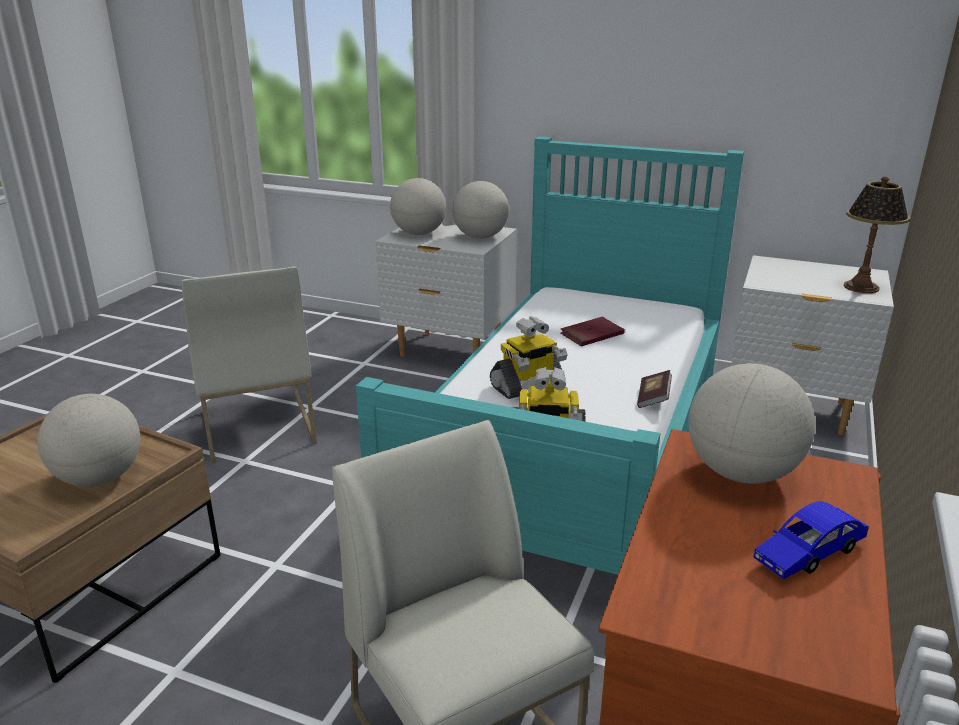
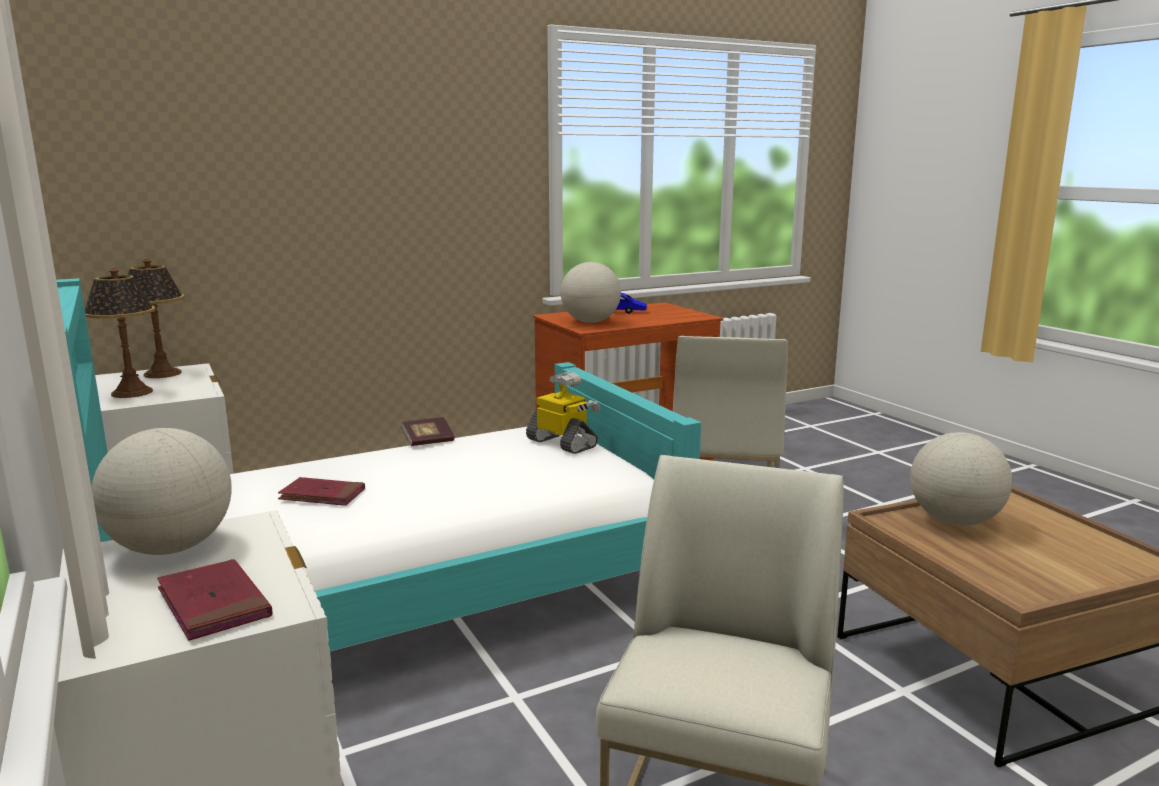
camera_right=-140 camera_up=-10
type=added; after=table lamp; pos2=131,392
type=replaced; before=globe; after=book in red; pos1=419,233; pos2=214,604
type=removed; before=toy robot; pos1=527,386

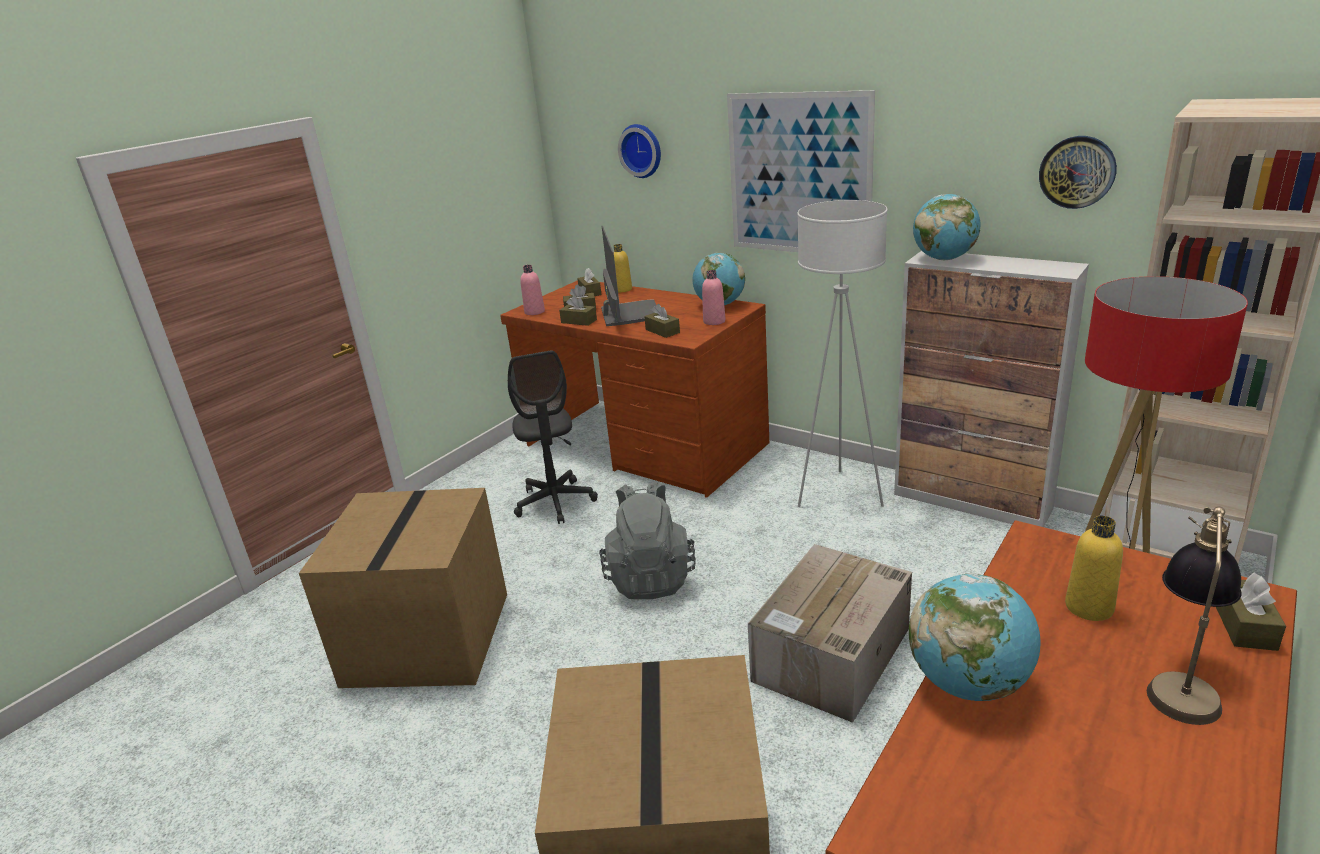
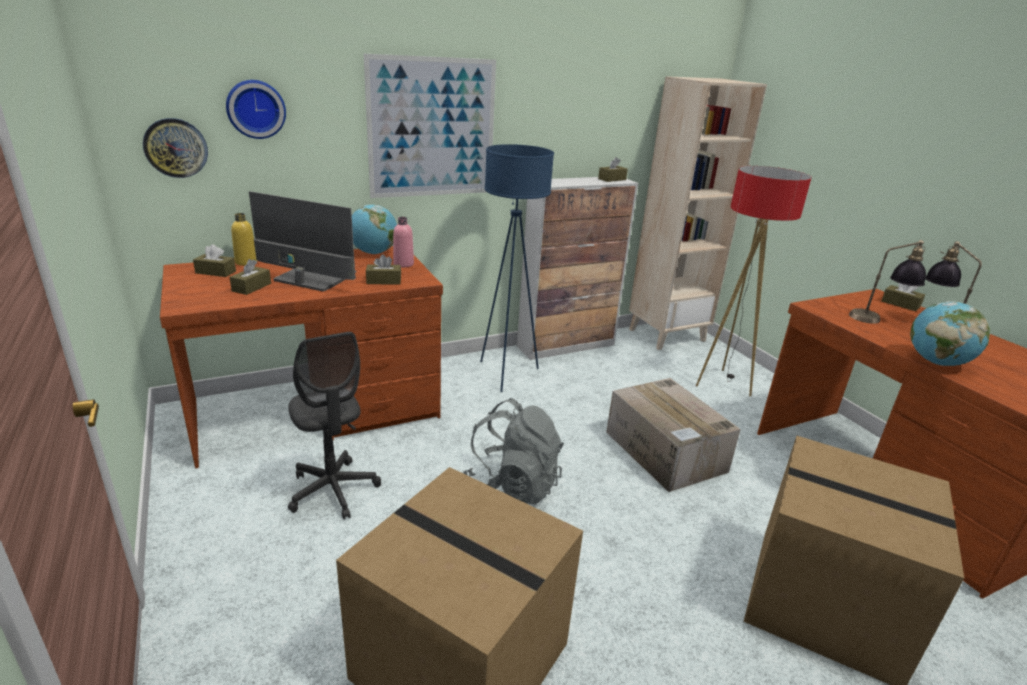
camera_right=-65 camera_up=0
type=moved; before=wall clock; pos1=1077,172; pos2=176,148
type=turned; before=office chair in grey; pos1=555,502; pos2=333,490; turn=45
type=recoloured; before=floor lamp in white; after=floor lamp in blue; pos1=838,494; pos2=506,374
type=moved; before=tissue box in brown; pos1=579,321; pos2=612,179
type=replaced; before=bottle in yellow; after=table lamp; pos1=1089,607; pos2=878,320
type=removed; before=bottle in pink; pos1=534,312
type=removed; before=globe; pos1=944,259

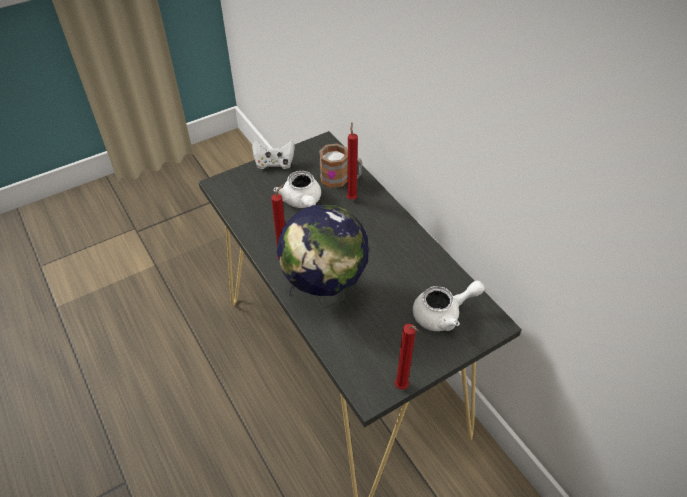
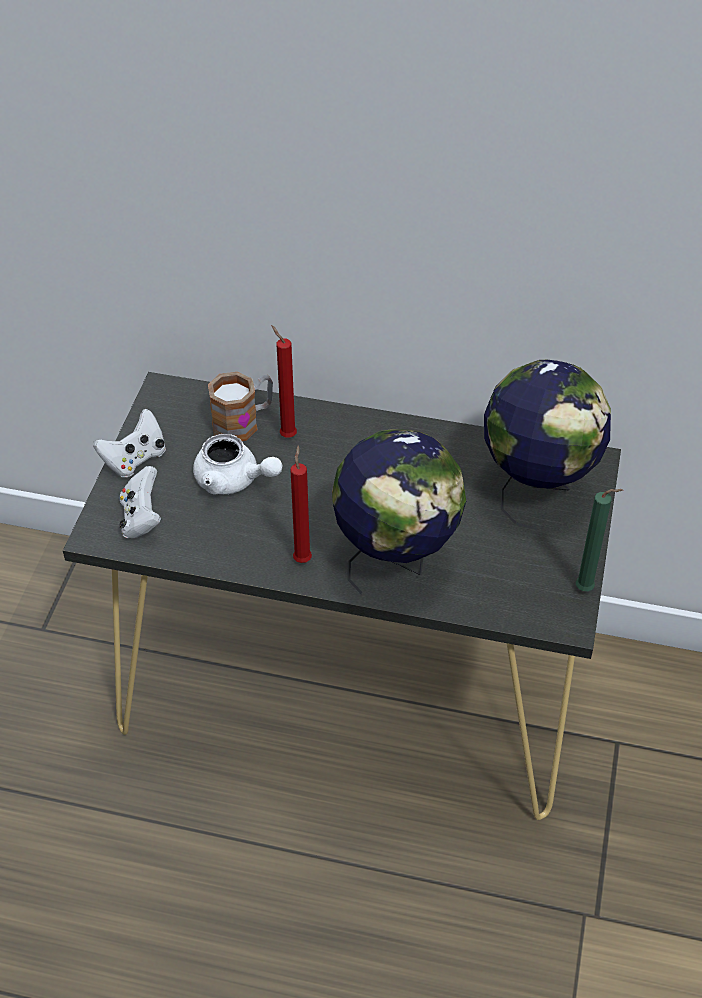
camera_right=-45 camera_up=0
type=added; after=game controller in white; pos2=141,518
type=replaced; before=teapot in white; after=globe; pos1=443,314; pos2=537,489
type=recoloured; before=candle in red; after=candle in green; pos1=402,388; pos2=587,589

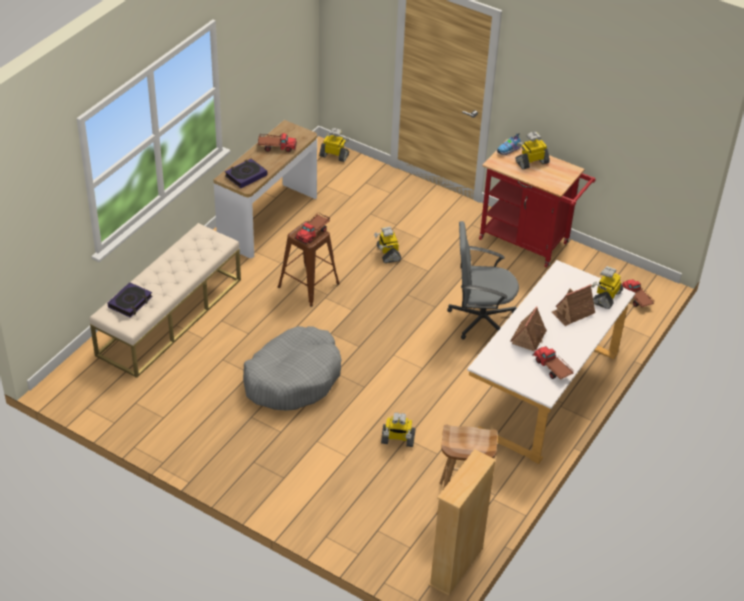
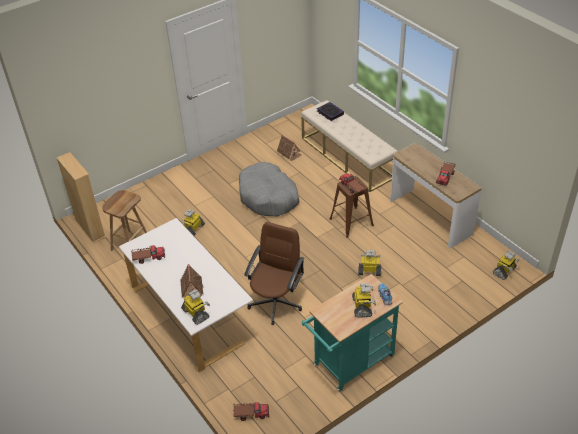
camera_right=115 camera_up=0
type=recoloured; before=office chair in grey; after=office chair in brown; pos1=480,319; pos2=276,302
type=moved; before=toy house; pos1=528,337; pos2=289,153
type=recoloured; before=cart in red; after=cart in turquoise; pos1=529,243; pos2=350,363
type=removed; before=book; pos1=246,175

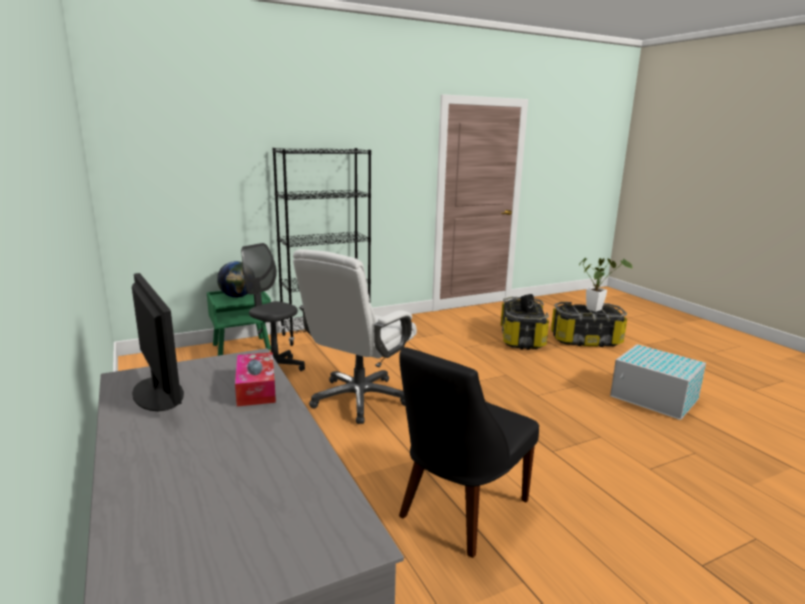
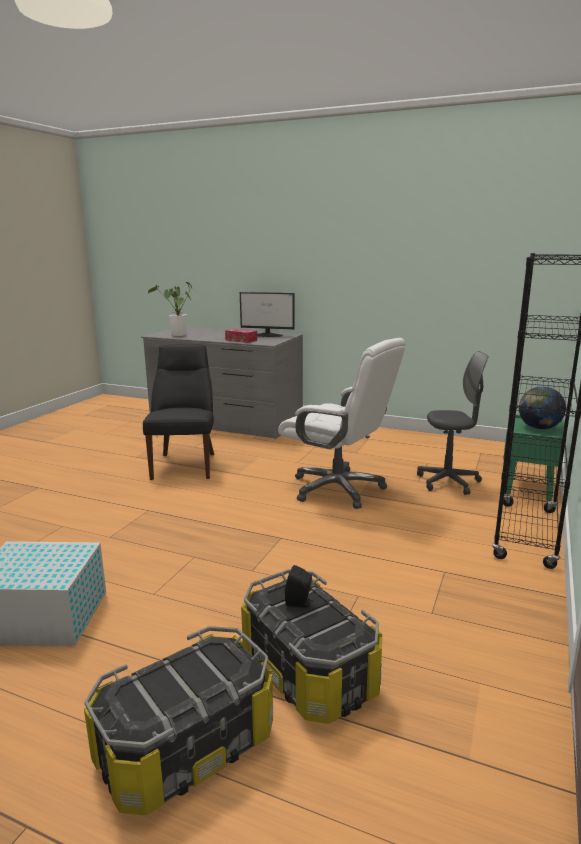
camera_right=140 camera_up=0
type=moved; before=potted plant; pos1=596,309; pos2=177,335
type=turned; before=office chair in white; pos1=359,399; pos2=338,489; turn=135

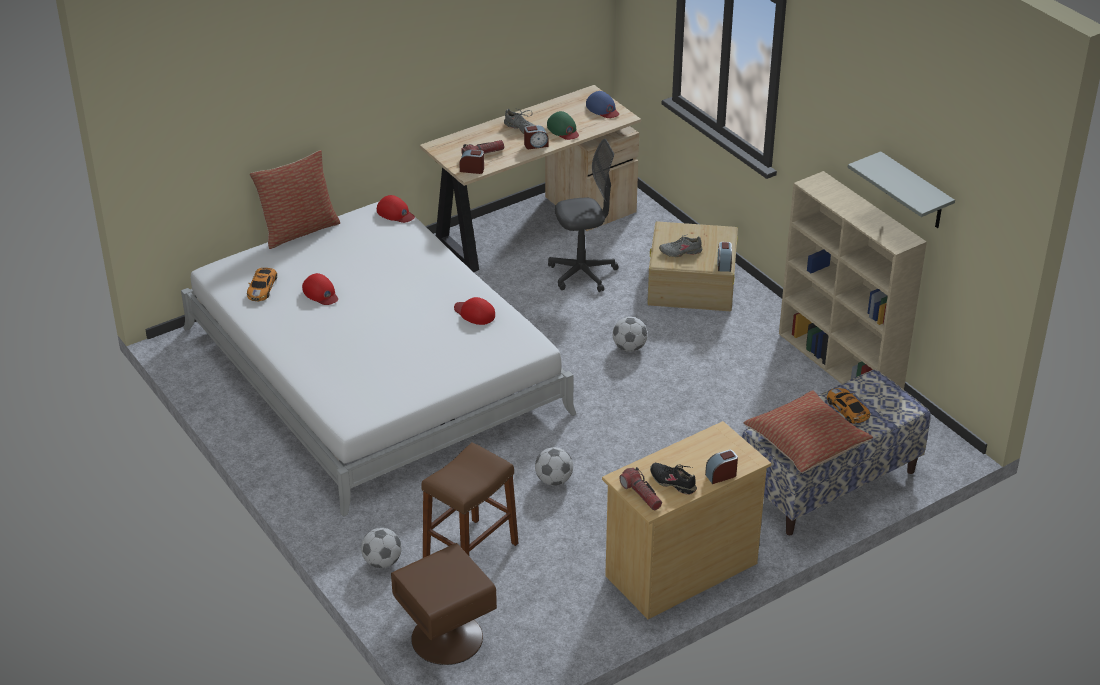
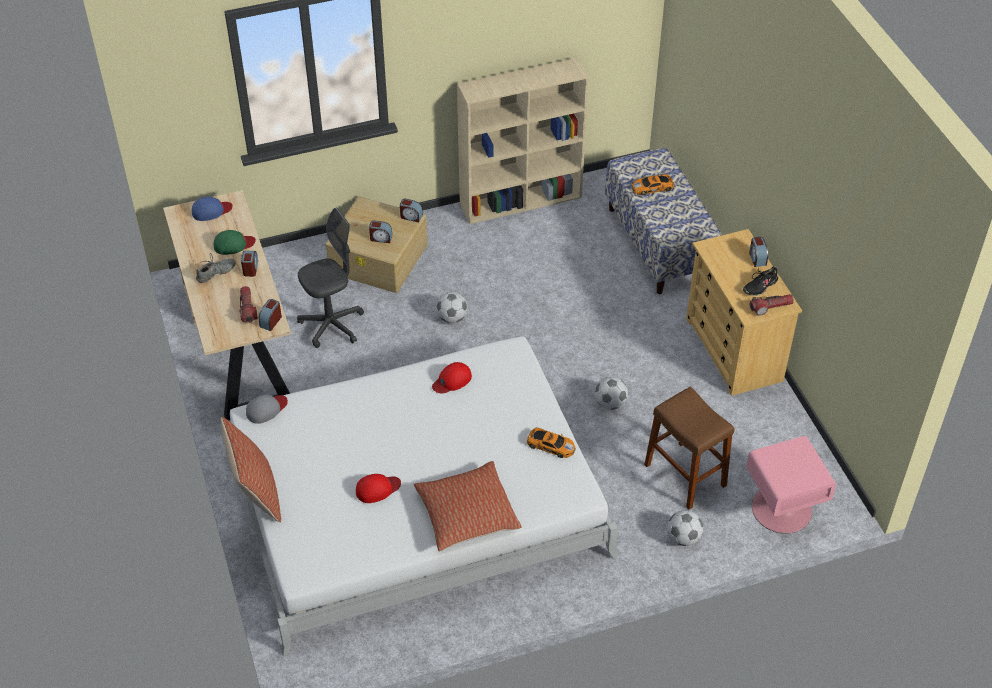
camera_right=-75 camera_up=10
type=recoloured; before=cap in red; after=cap in grey; pos1=395,213; pos2=266,409
type=turned; before=office chair in grey; pos1=582,274; pos2=332,325; turn=60
type=replaced; before=shoe in grey; after=alarm clock; pos1=680,252; pos2=381,238
type=moved; before=pillow; pos1=806,443; pos2=466,514
type=moved; before=toy car; pos1=262,287; pos2=550,445
type=recoloured; before=nightstand in brown; after=nightstand in pink; pos1=446,638; pos2=782,509
type=removed; before=shelf in grey; pos1=914,192

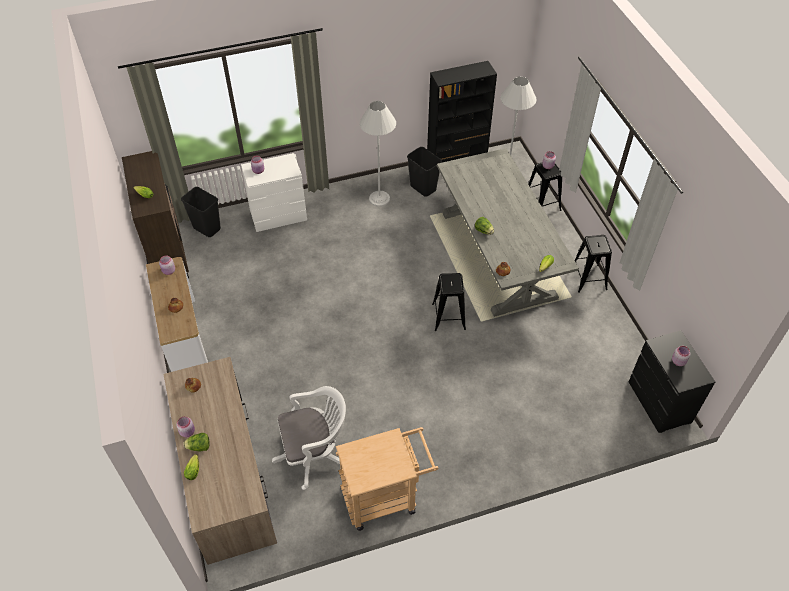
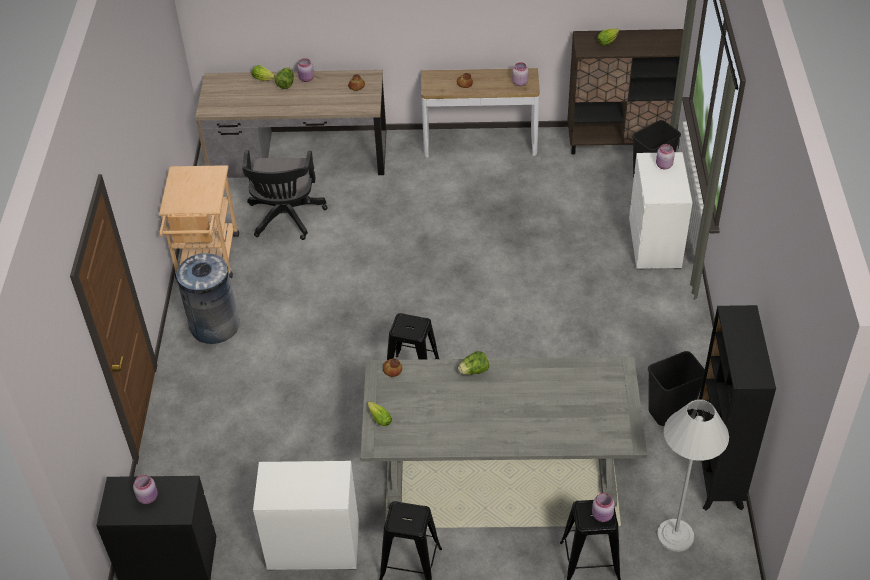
camera_right=110 camera_up=-5
type=added; after=trash can in grey; pos2=214,326
type=recoloured; before=office chair in white; after=office chair in black; pos1=314,454; pos2=285,219
type=added; after=dresser in white; pos2=313,547
type=removed; before=floor lamp in white; pos1=379,199

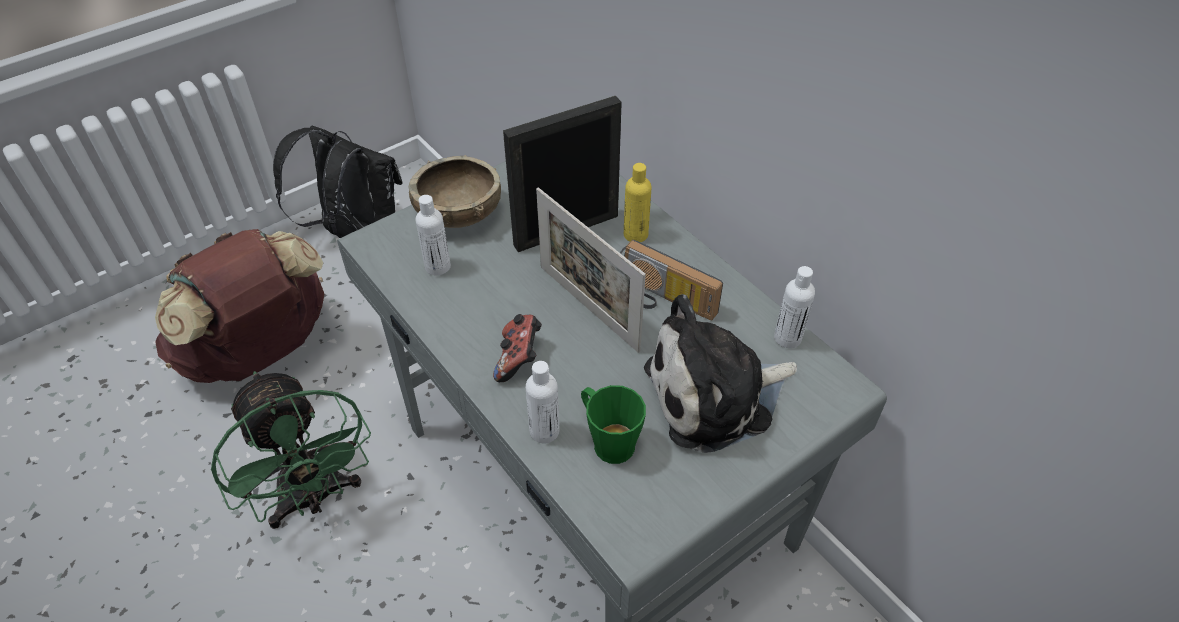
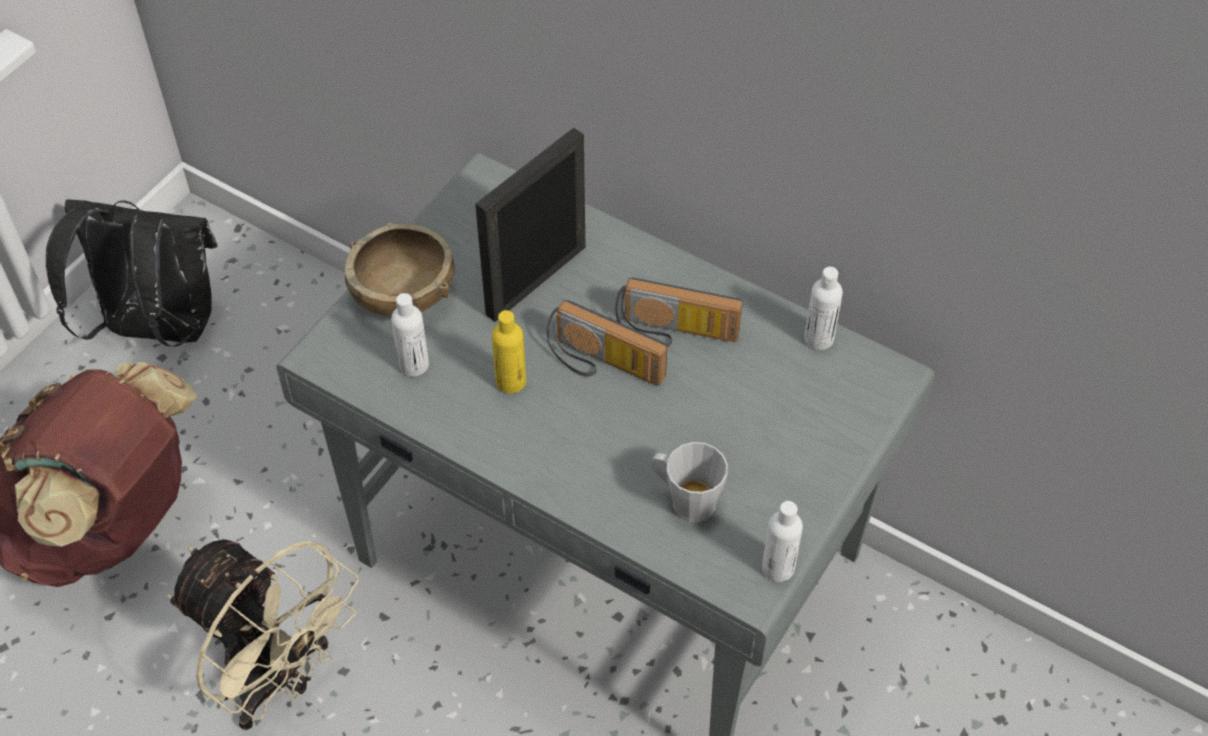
camera_right=-20 camera_up=5
type=recoloured; before=fan in green; after=fan in beige; pos1=314,498; pos2=278,679
type=moved; before=bottle in yellow; pos1=635,234; pos2=511,381
type=replaced; before=picture frame; after=radio; pos1=588,308; pos2=602,365
type=recoloured; before=mug in green; after=mug in grey; pos1=608,440; pos2=685,500
type=moved; before=bottle in white; pos1=544,431; pos2=778,568
type=removed; before=game controller; pos1=519,359
type=removed; before=plush toy; pos1=716,395

